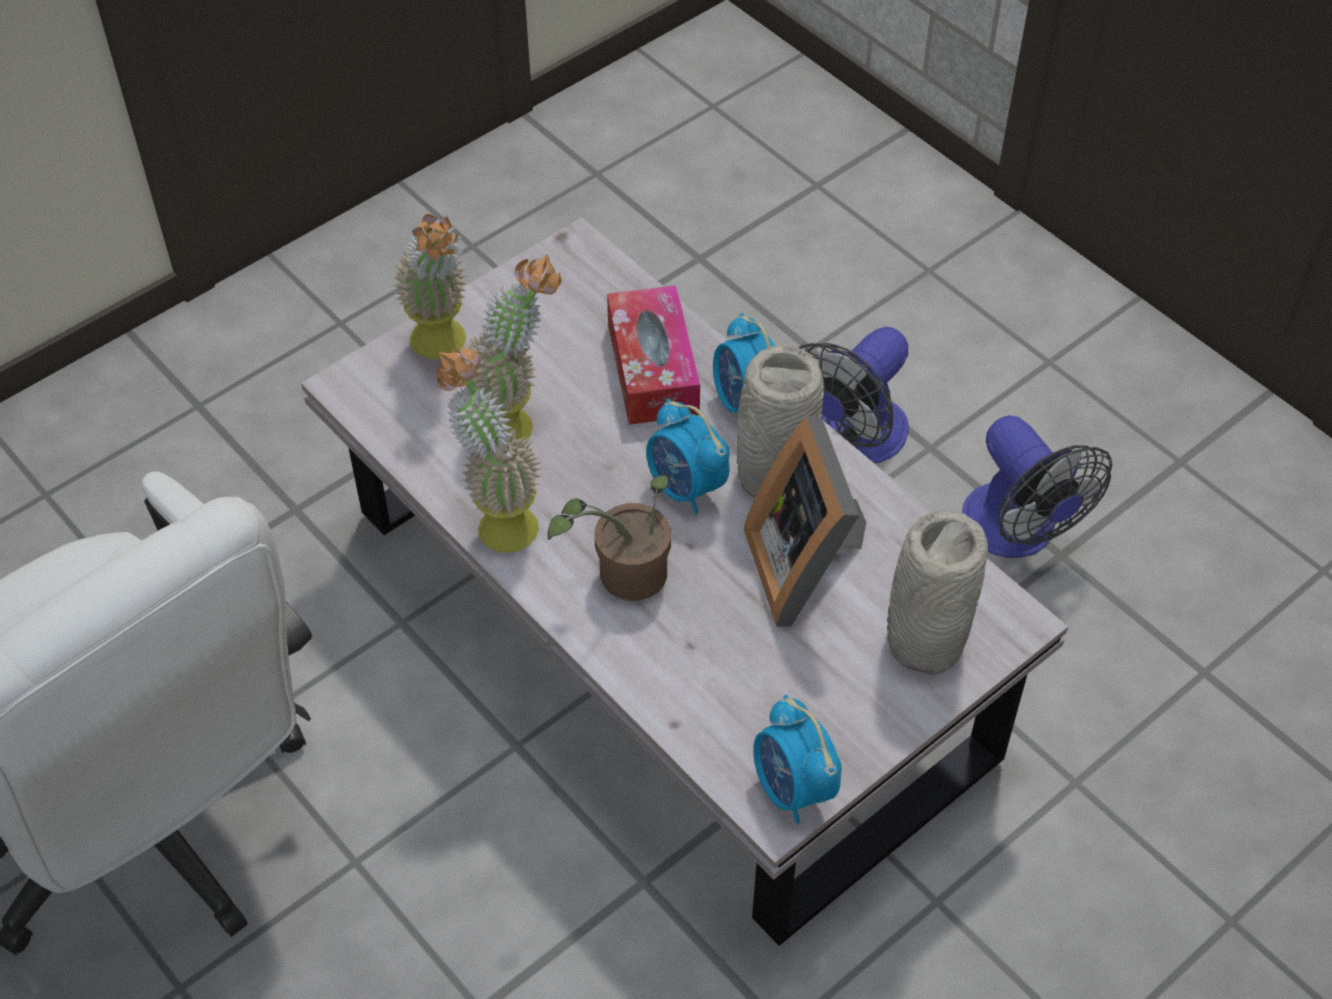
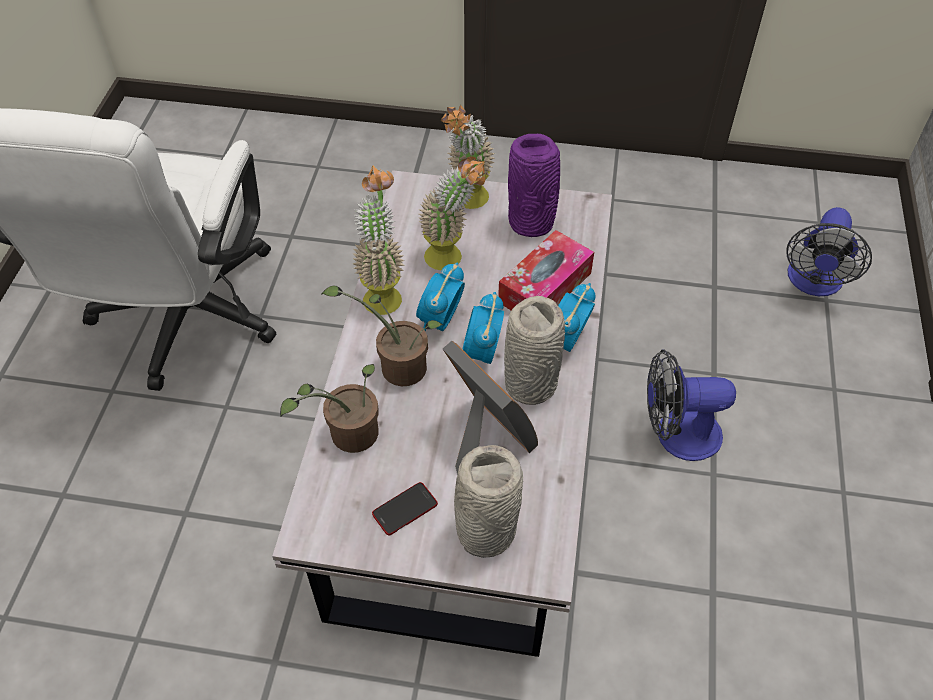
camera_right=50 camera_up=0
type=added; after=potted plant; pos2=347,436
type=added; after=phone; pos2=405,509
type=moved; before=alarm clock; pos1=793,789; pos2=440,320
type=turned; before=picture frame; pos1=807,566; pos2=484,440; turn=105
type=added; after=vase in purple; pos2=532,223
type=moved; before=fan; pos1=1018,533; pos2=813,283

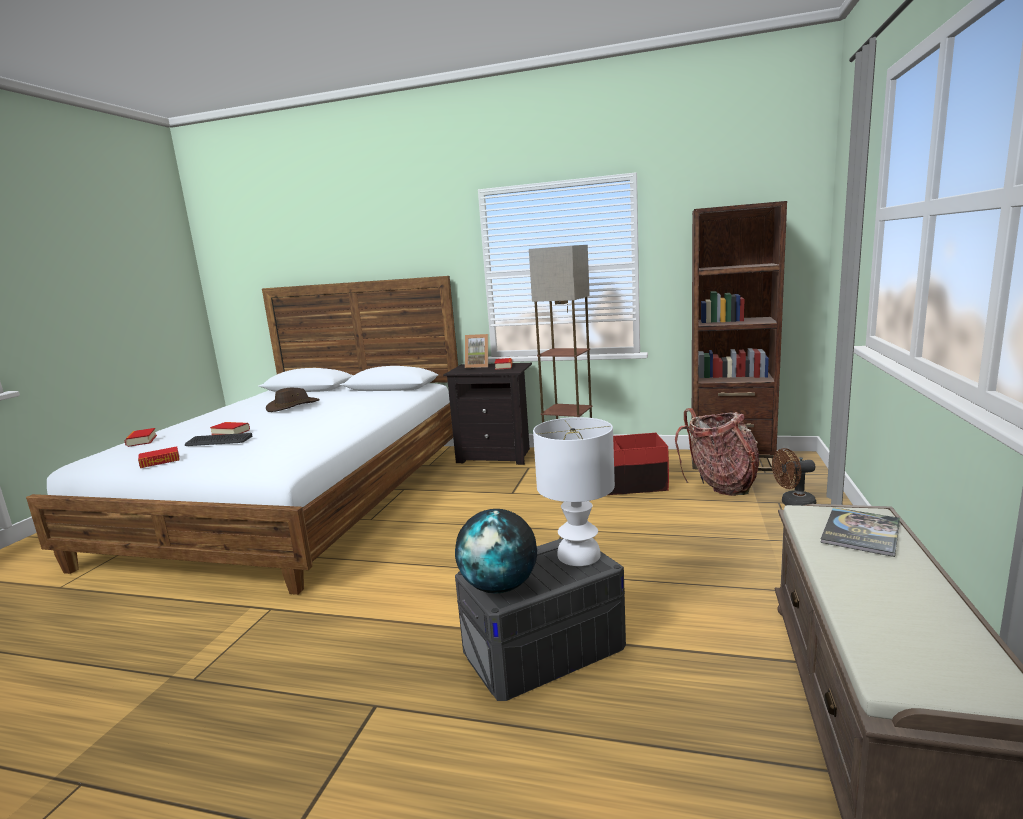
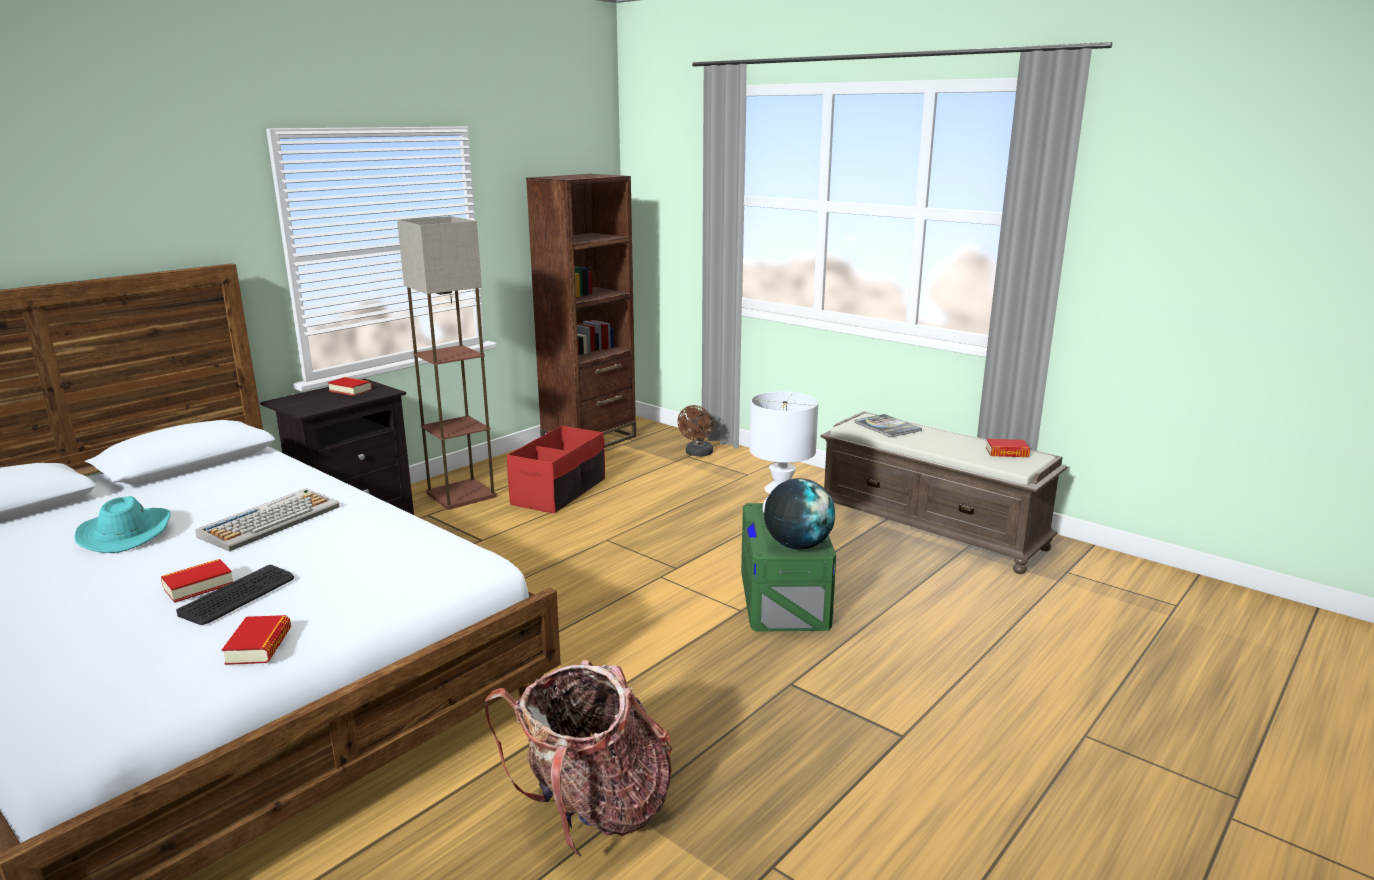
camera_right=-65 camera_up=5
type=recoloured; before=hat in brown; after=hat in turquoise; pos1=293,406; pos2=126,533
type=added; after=keyboard; pos2=271,521
type=moved; before=backpack; pos1=720,485; pos2=593,811
type=recoloured; before=storage box in grey; after=storage box in green; pos1=544,649; pos2=784,598
type=moved; before=book; pos1=141,441; pos2=1007,452
type=removed; before=picture frame; pos1=478,366

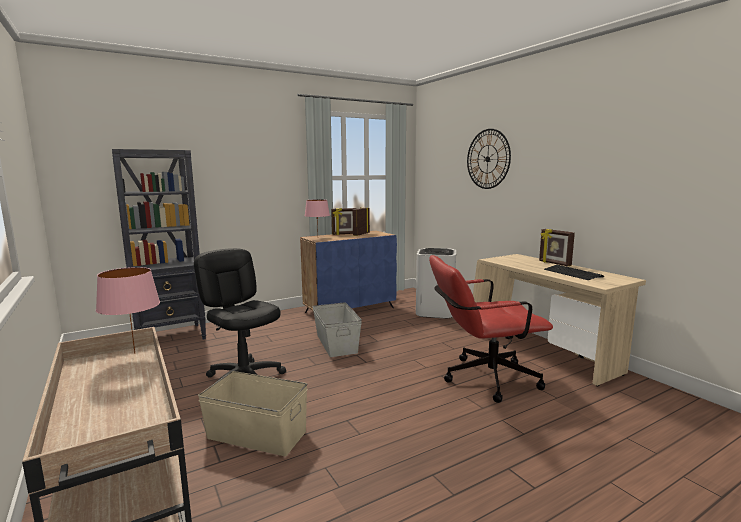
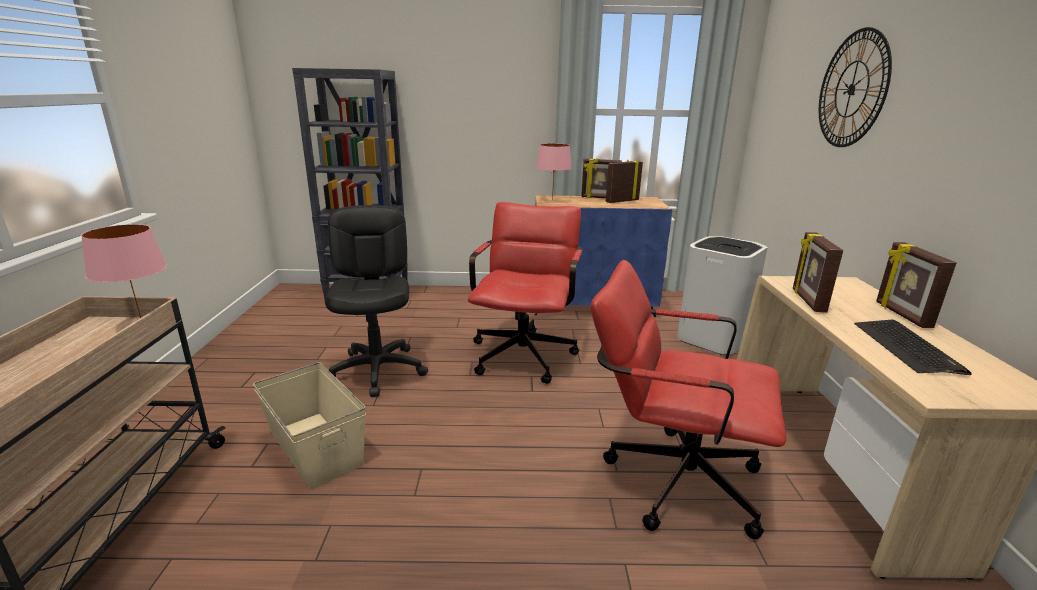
camera_right=30 camera_up=10
type=replaced; before=storage box in grey; after=office chair in red; pos1=336,343; pos2=525,352
type=added; after=picture frame; pos2=807,301

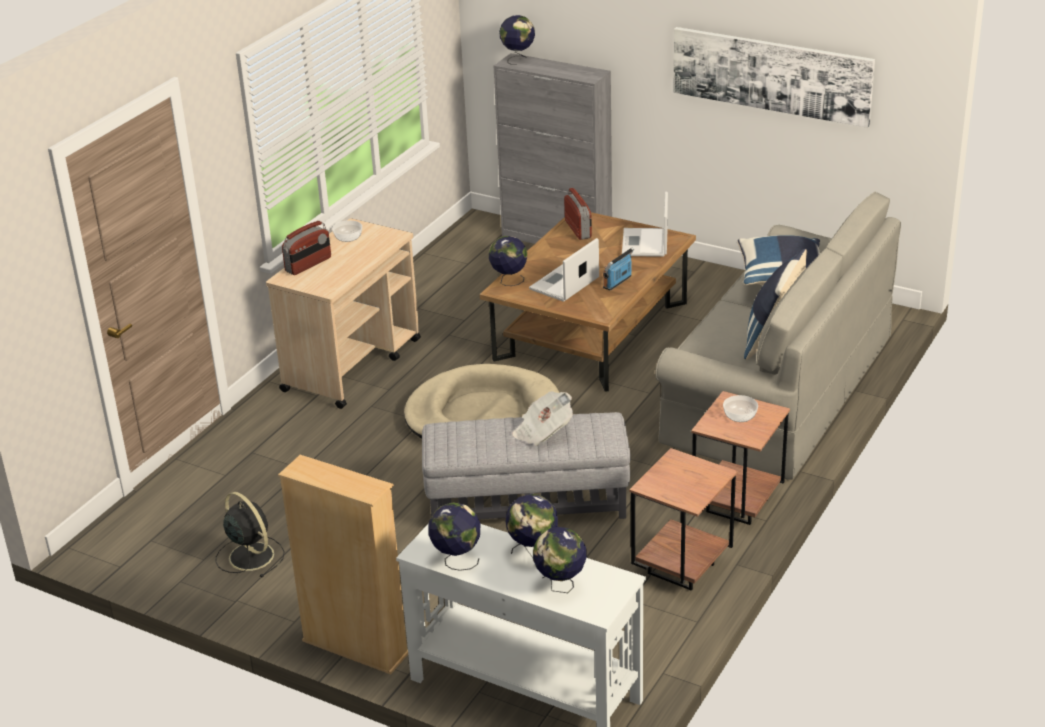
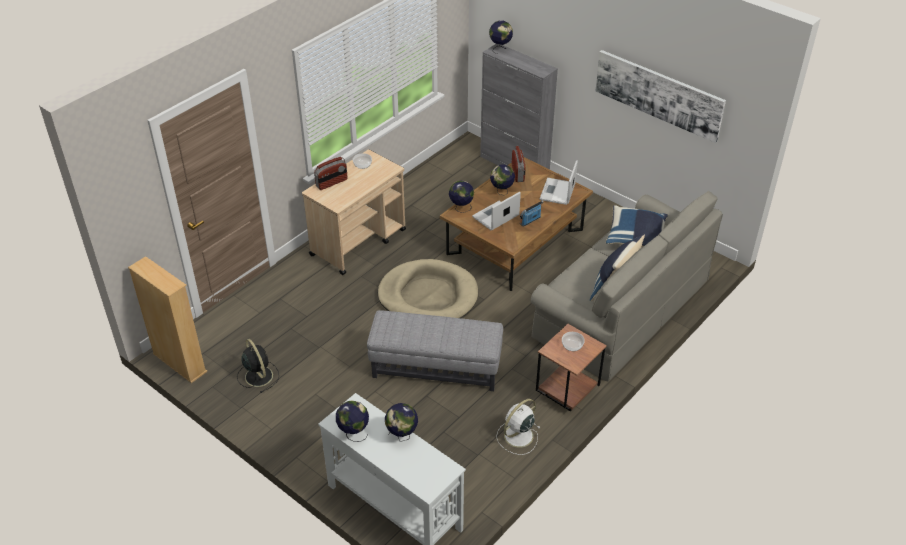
camera_right=10 camera_up=10
type=moved; before=bookcase in beige; pos1=355,647; pos2=179,363
type=moved; before=globe; pos1=560,586; pos2=501,192
type=replaced; before=side table in brown; after=fan in white; pos1=683,569; pos2=517,436
type=removed; before=newspaper; pos1=543,431

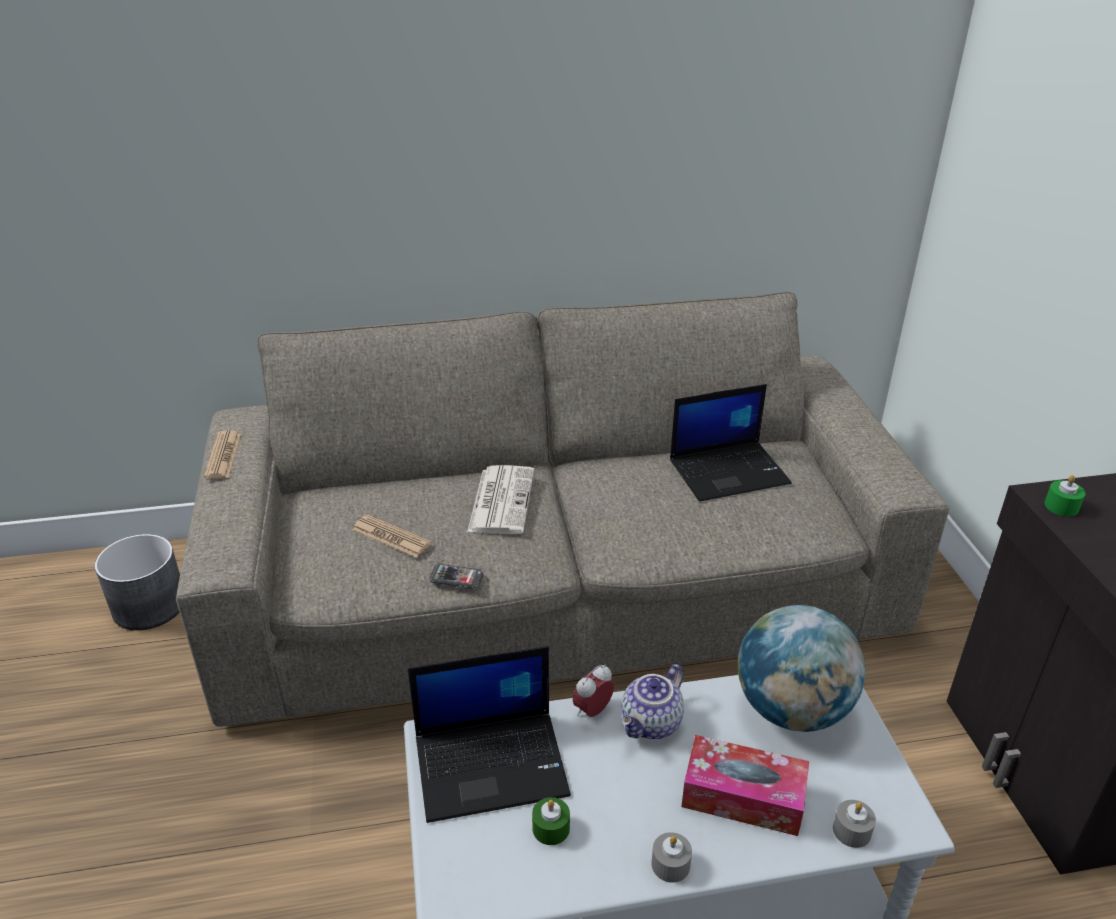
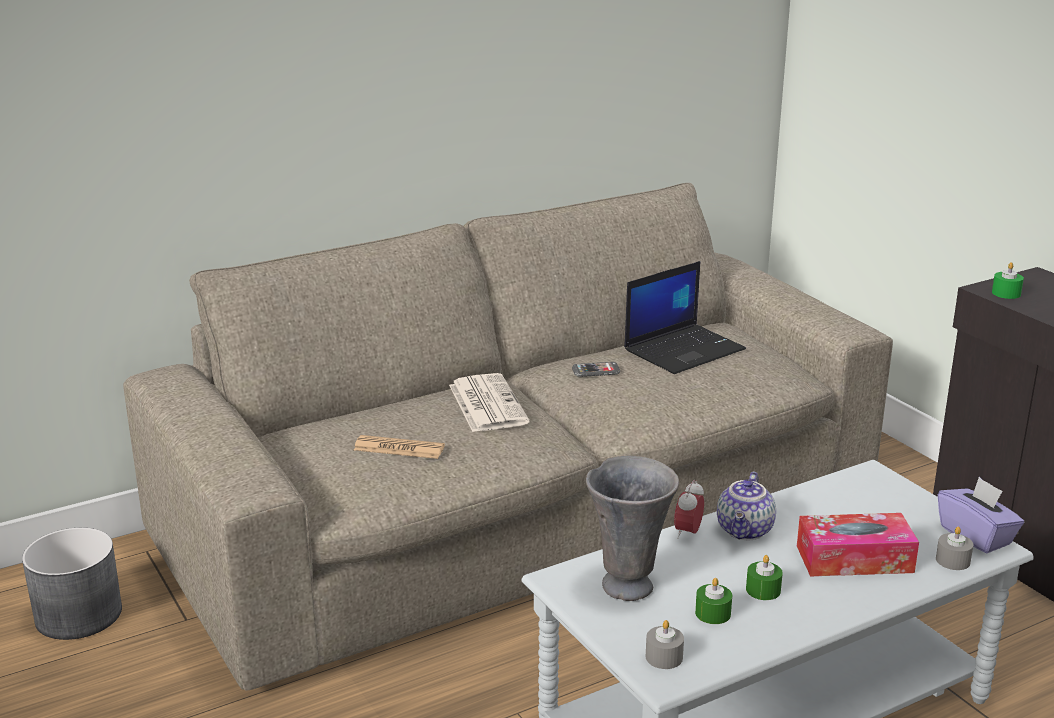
camera_right=-20 camera_up=-10
type=moved; before=phone; pos1=456,578; pos2=596,371
type=replaced; before=laptop; after=vase in grey; pos1=492,764; pos2=628,585
type=moved; before=candle in grey; pos1=670,864; pos2=664,657
type=added; after=candle in green; pos2=763,590
type=added; after=tissue box in purple; pos2=976,535
type=removed; before=newspaper; pos1=223,456
type=removed; before=globe; pos1=792,710

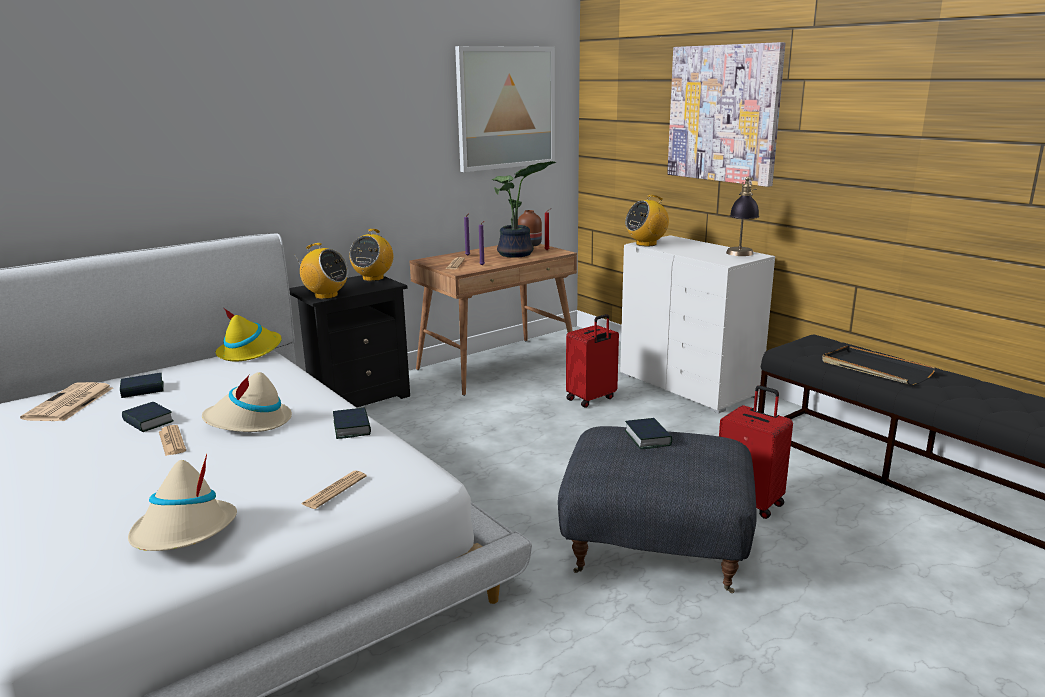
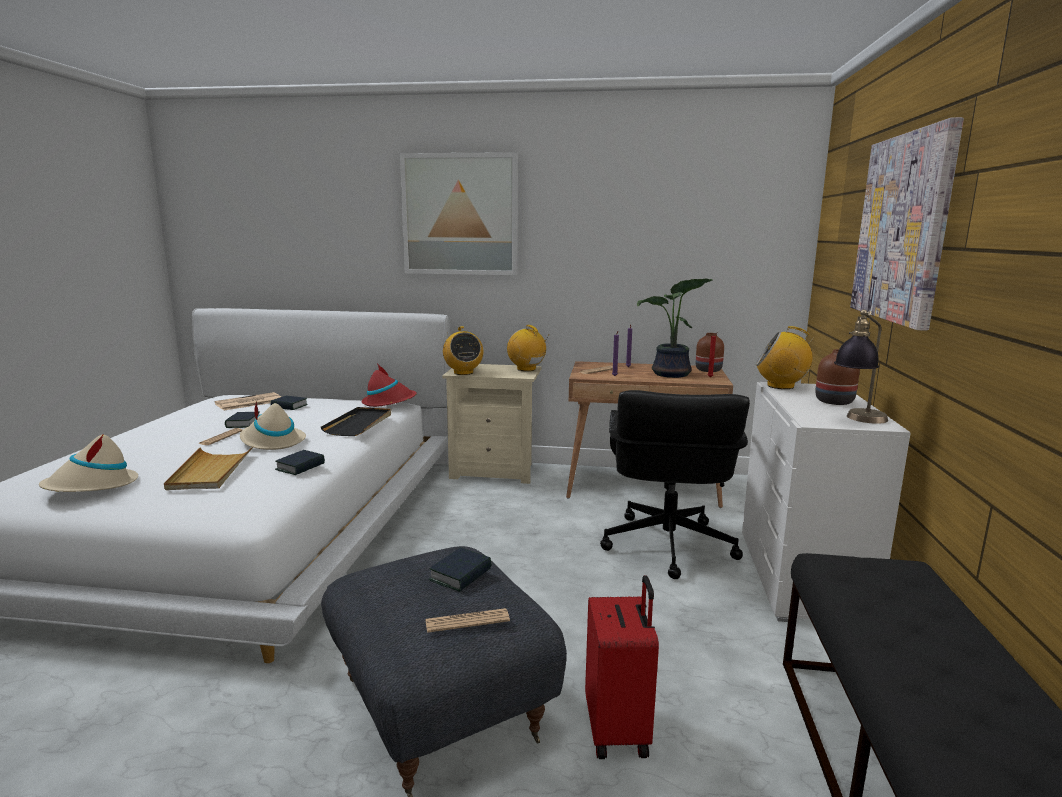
camera_right=45 camera_up=-5
type=added; after=tray in beige; pos2=210,471
type=moved; before=tray in black; pos1=875,369; pos2=359,424
type=recoloured; before=hat in yellow; after=hat in red; pos1=250,351; pos2=389,402
type=moved; before=picture; pos1=506,108; pos2=460,215
type=moved; before=newspaper; pos1=334,490; pos2=467,621
type=recoloured; before=nightstand in black; after=nightstand in beige; pos1=357,398; pos2=495,471
type=turned; before=radio; pos1=373,278; pos2=526,369; turn=75
type=replaced; before=suitcase in red; after=office chair in black; pos1=591,399; pos2=666,546
type=added; after=vase in brown; pos2=834,401

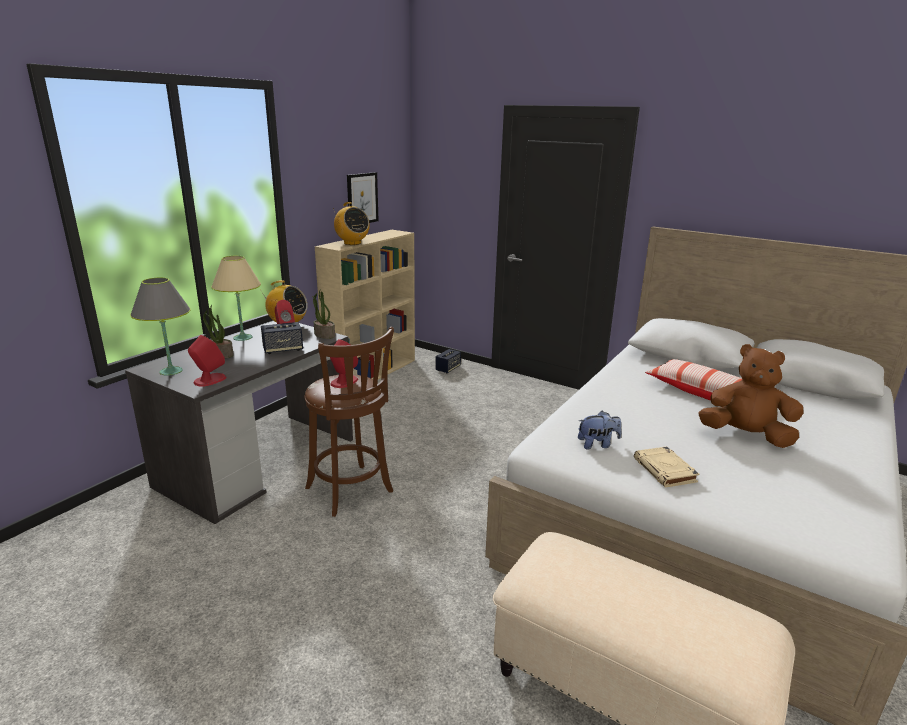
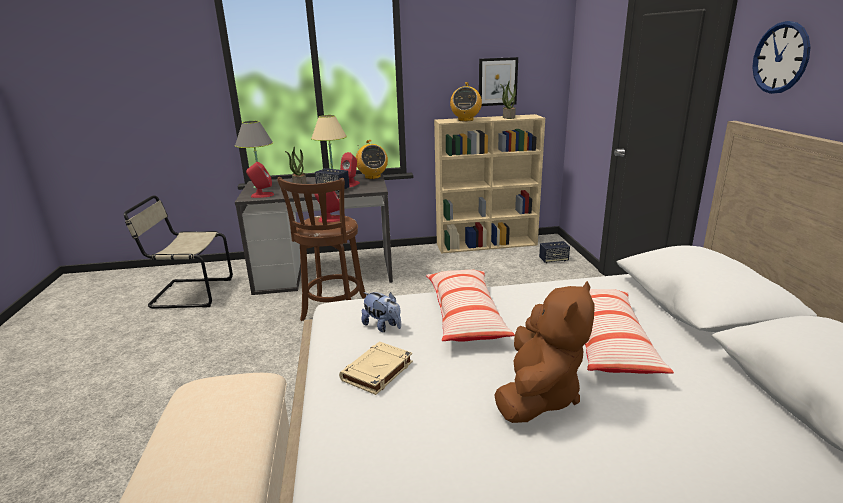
camera_right=50 camera_up=0
type=added; after=chair in beige; pos2=189,293
type=added; after=pillow; pos2=465,316
type=turned; before=plush toy in brown; pos1=745,436; pos2=538,395; turn=45
type=moved; before=potted plant; pos1=324,335; pos2=508,117
type=added; after=wall clock; pos2=780,58

